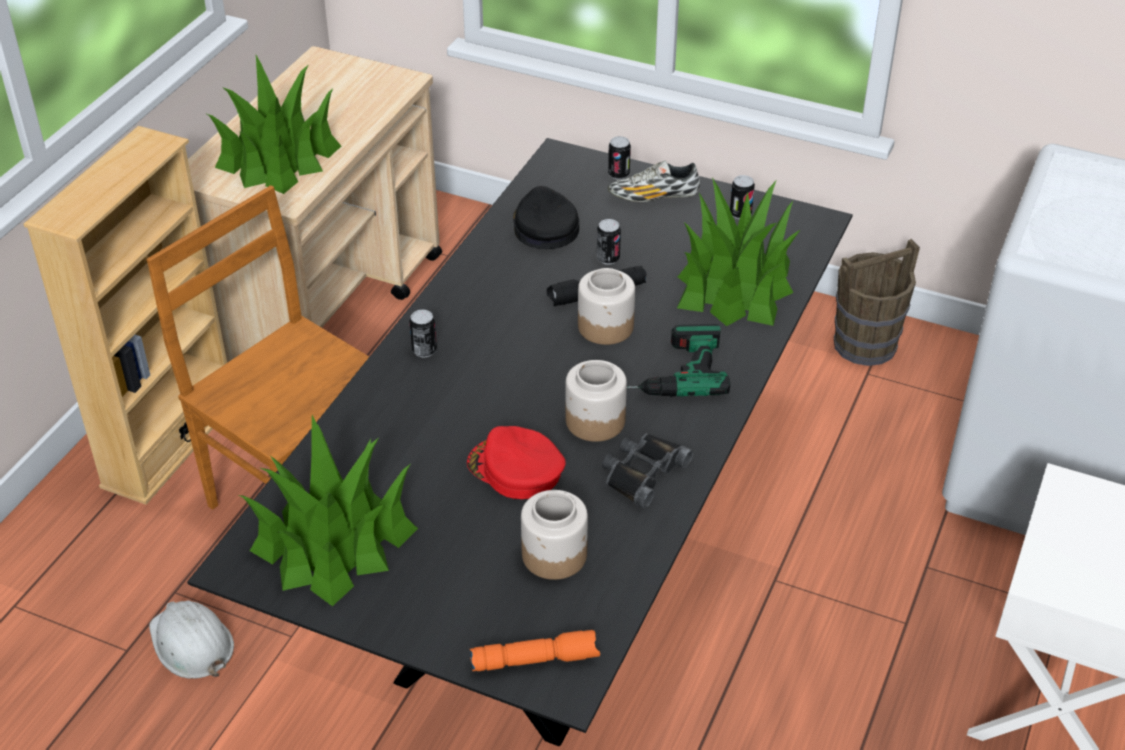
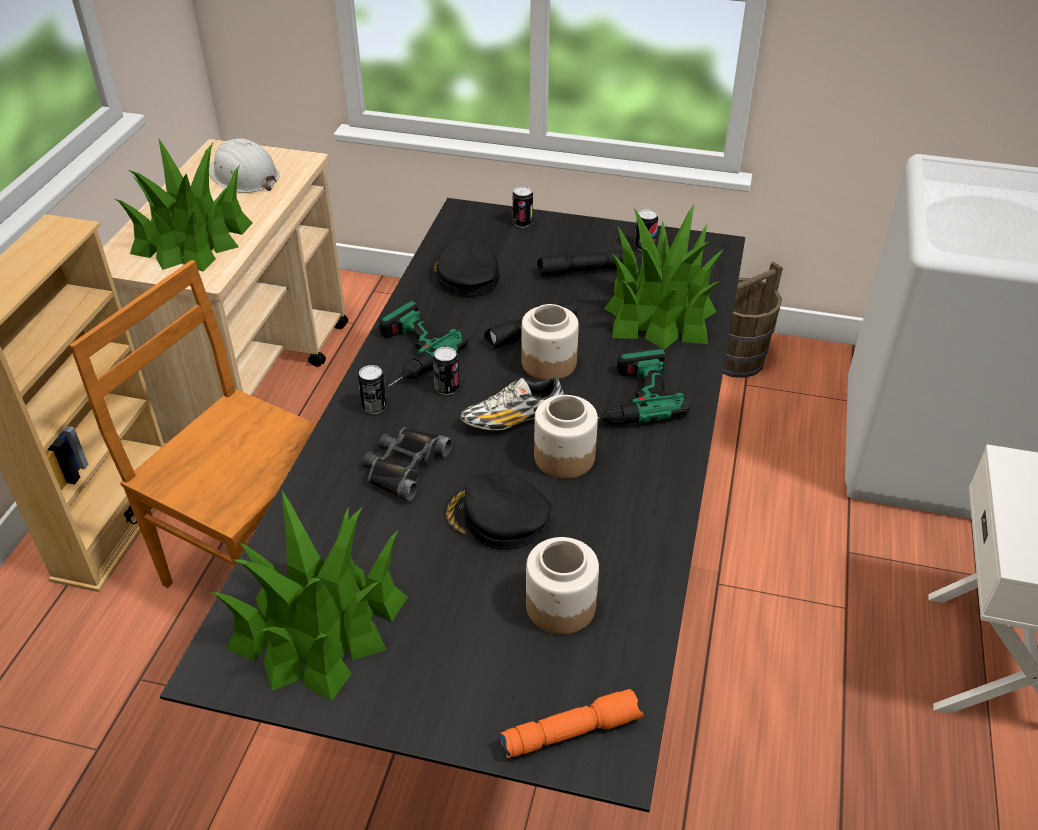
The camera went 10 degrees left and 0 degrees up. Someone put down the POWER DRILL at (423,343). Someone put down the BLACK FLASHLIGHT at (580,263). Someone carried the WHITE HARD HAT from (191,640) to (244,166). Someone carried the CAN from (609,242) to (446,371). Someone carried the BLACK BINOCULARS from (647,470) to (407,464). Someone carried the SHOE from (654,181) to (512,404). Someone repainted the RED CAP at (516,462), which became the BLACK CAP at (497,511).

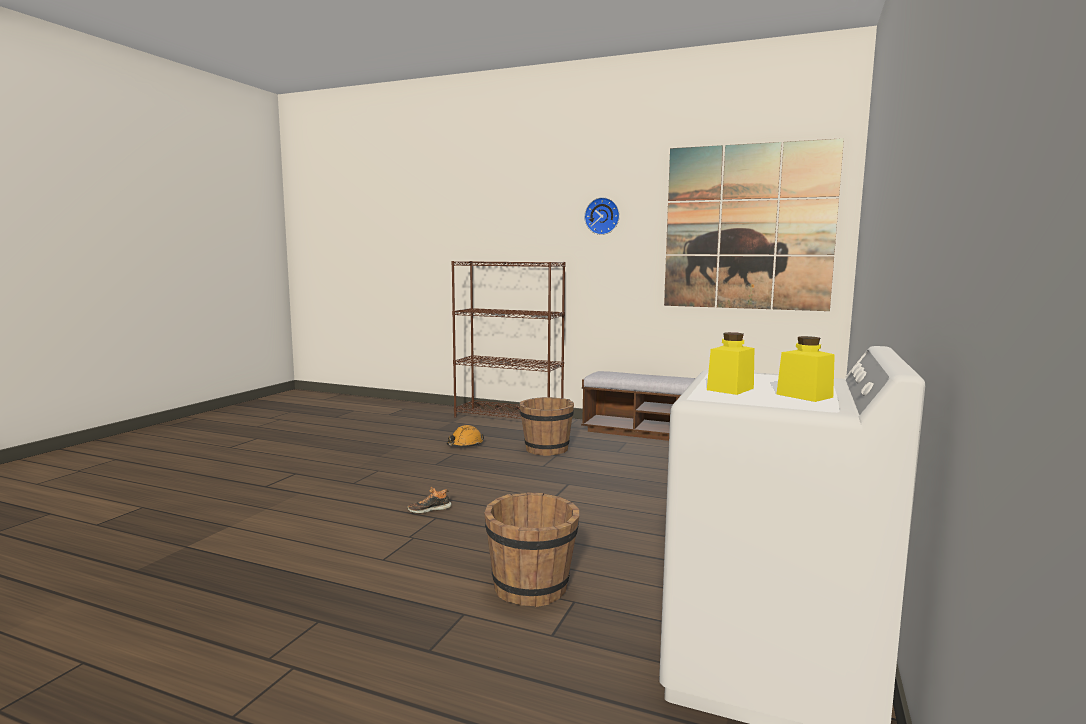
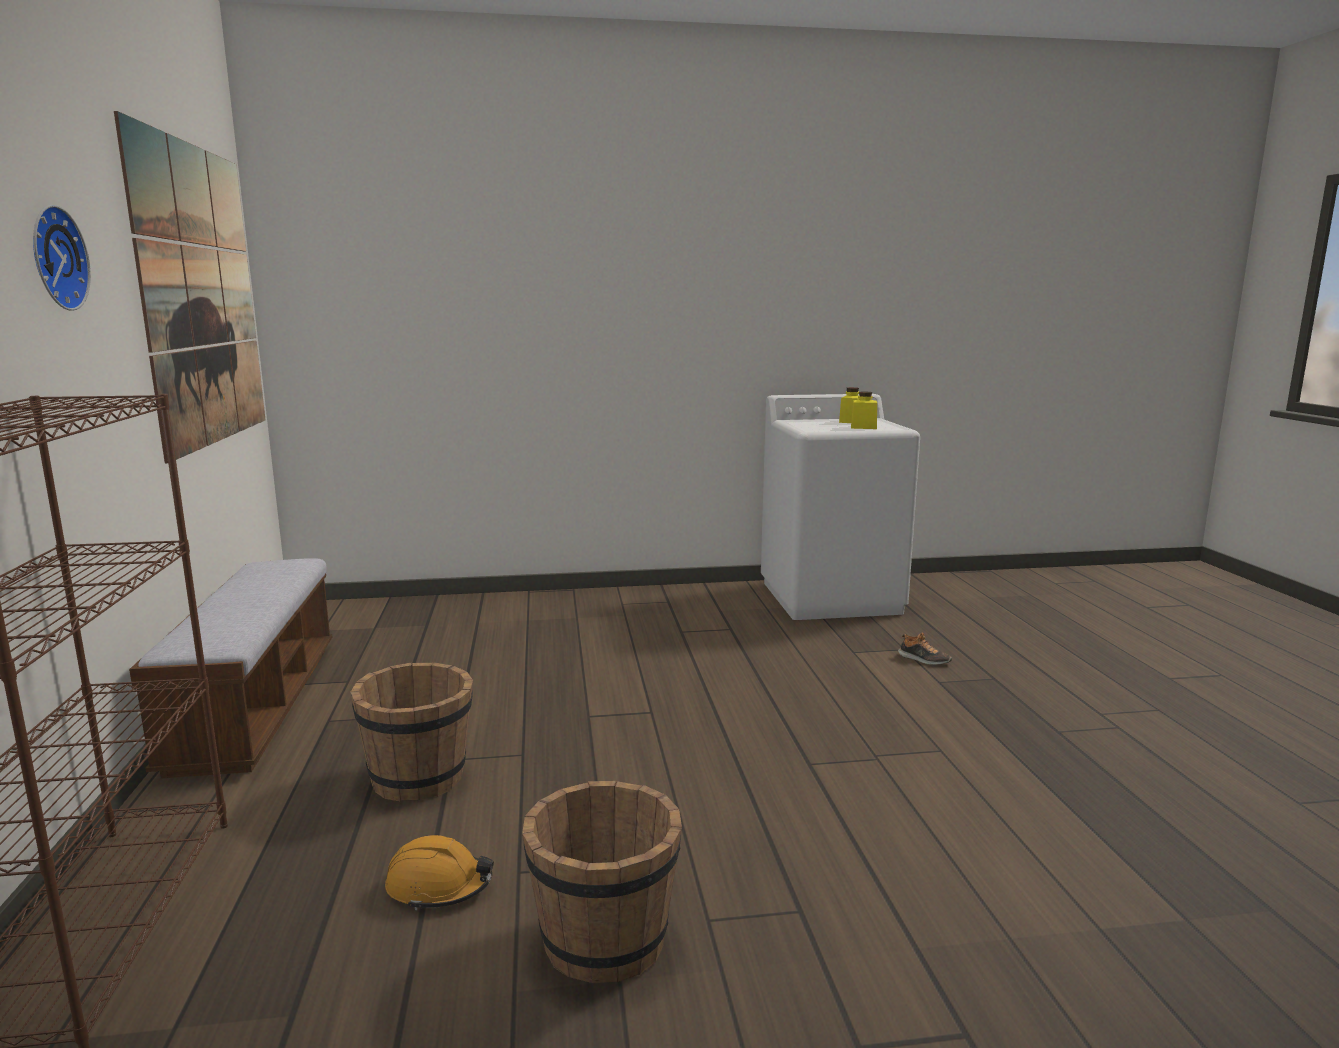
The camera went 120 degrees left and 5 degrees up. Someone carried the SHOE from (429,500) to (925,649). Someone carried the BROWN BUCKET from (531,549) to (602,882).

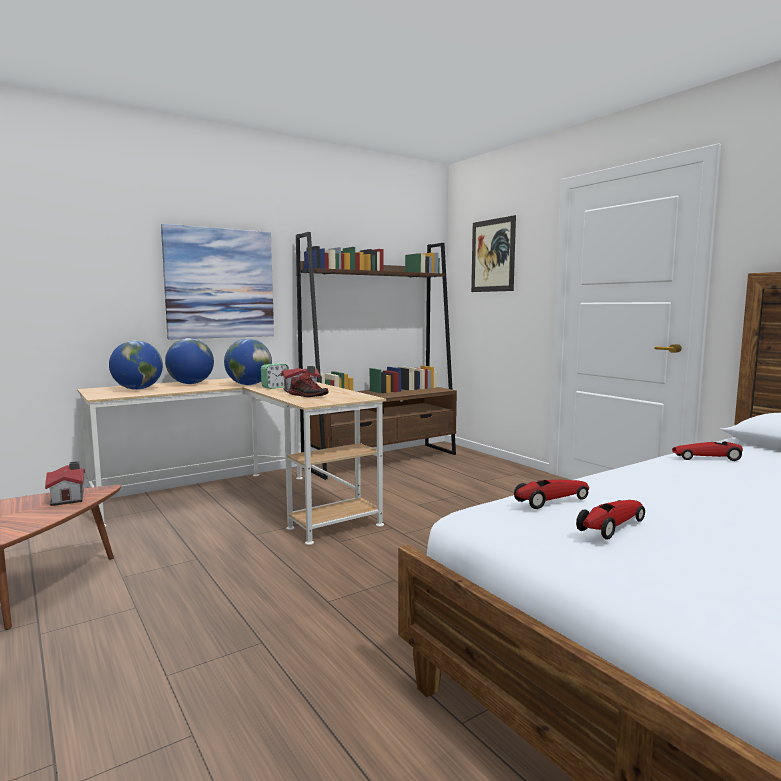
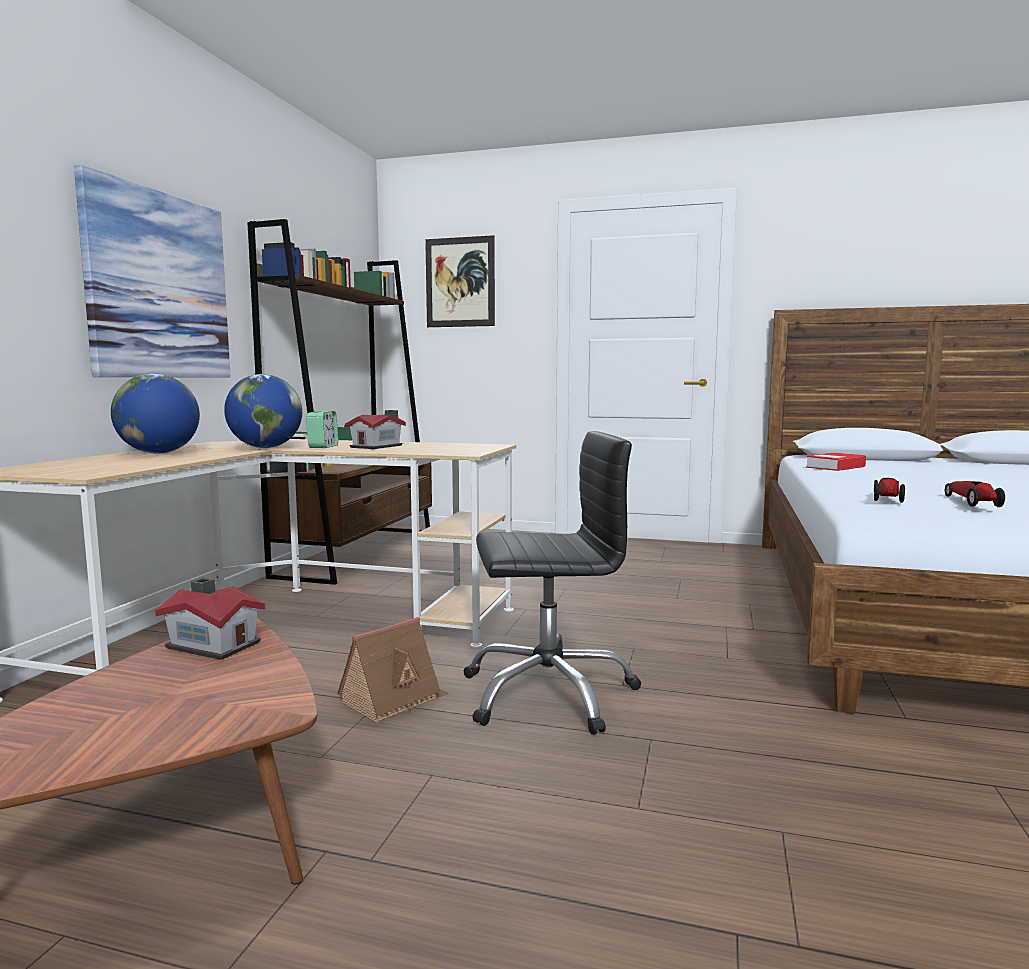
The camera went 40 degrees left and 0 degrees up. Someone took away the GLOBE at (136,365). Someone took away the SHOE at (308,385). Someone put down the TOY HOUSE at (393,670). Someone put down the BLACK OFFICE CHAIR at (553,583). Someone swapped the TOY CAR at (707,451) for the BOOK at (836,462).

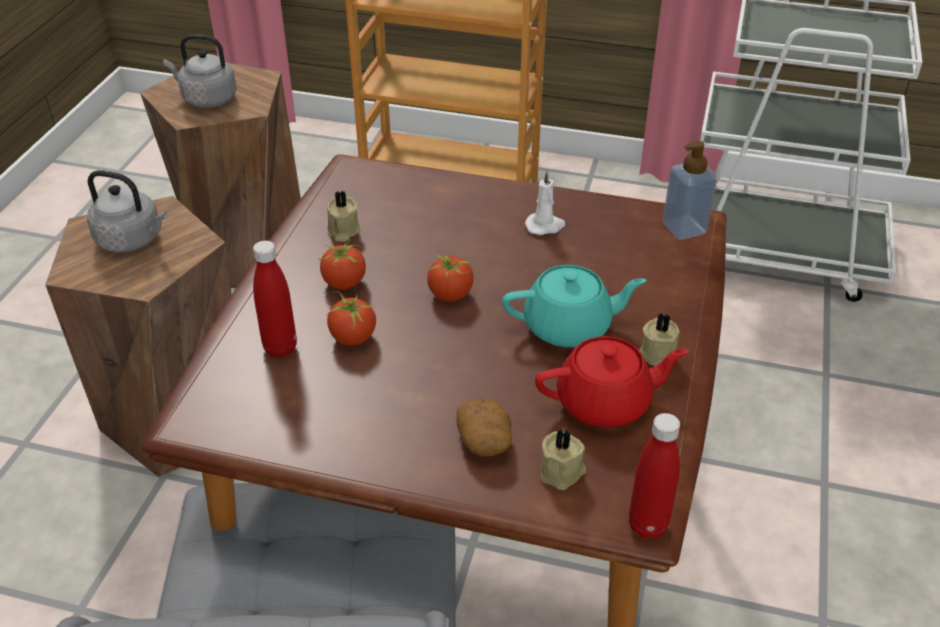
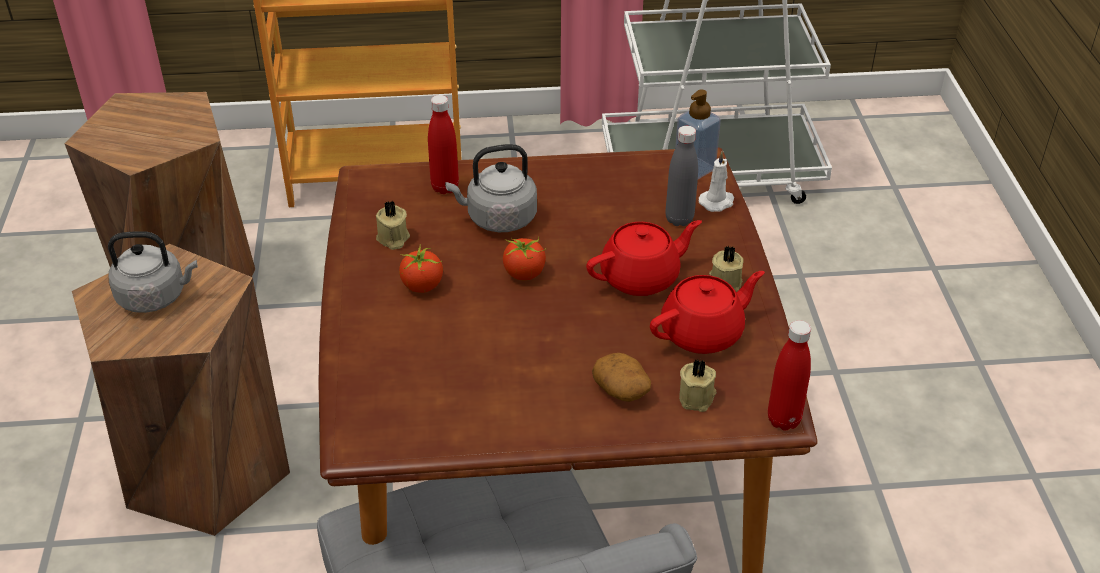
The camera went 20 degrees left and 0 degrees up. Someone took away the TOMATO at (351,317). Someone put down the GREY BOTTLE at (681,176). Someone carried the GREY KETTLE from (200,71) to (491,188). Someone carried the RED BOTTLE from (275,299) to (443,144). Someone carried the WHITE CANDLE from (545,202) to (716,181). Someone repainted the TURQUOISE TEAPOT at (574,306), which became the RED TEAPOT at (644,258).

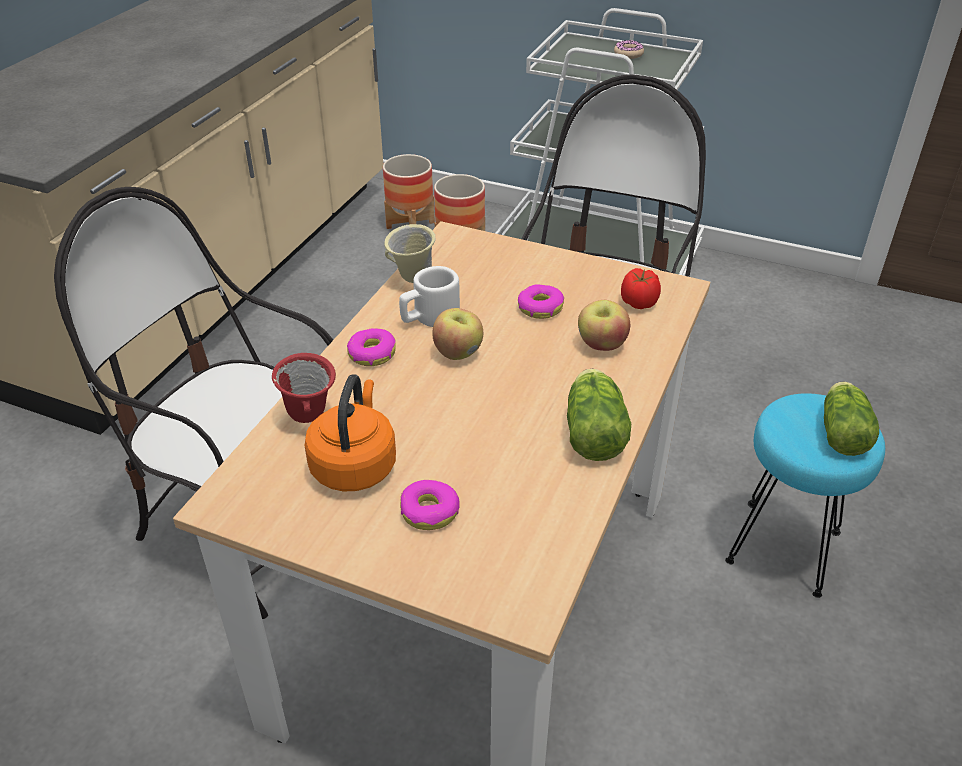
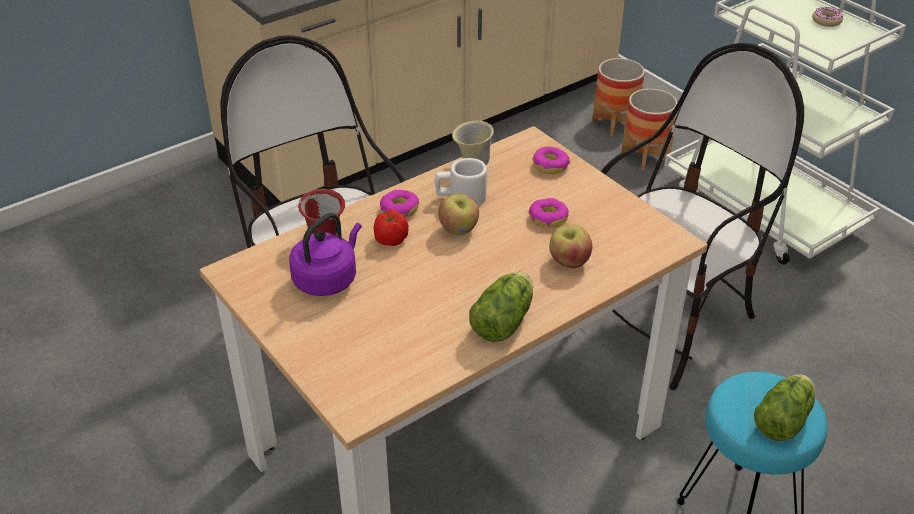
The camera went 30 degrees right and 0 degrees up. Someone carried the DONUT from (430,505) to (551,160). Someone carried the TOMATO from (641,288) to (391,228). Someone repainted the ORANGE KETTLE at (350,433), which became the PURPLE KETTLE at (325,254).

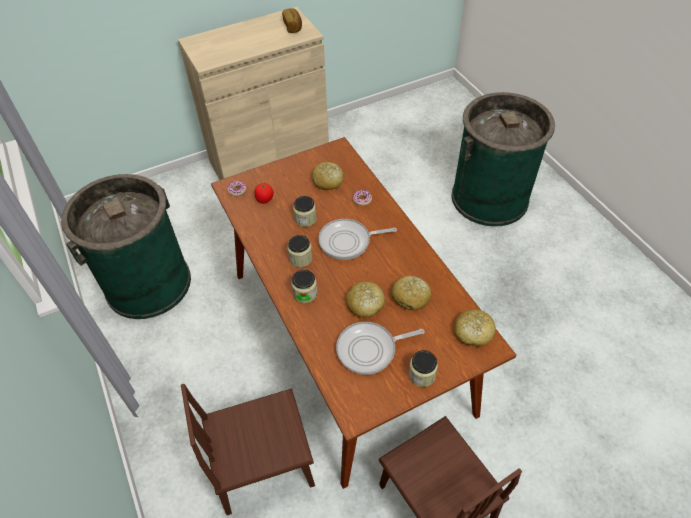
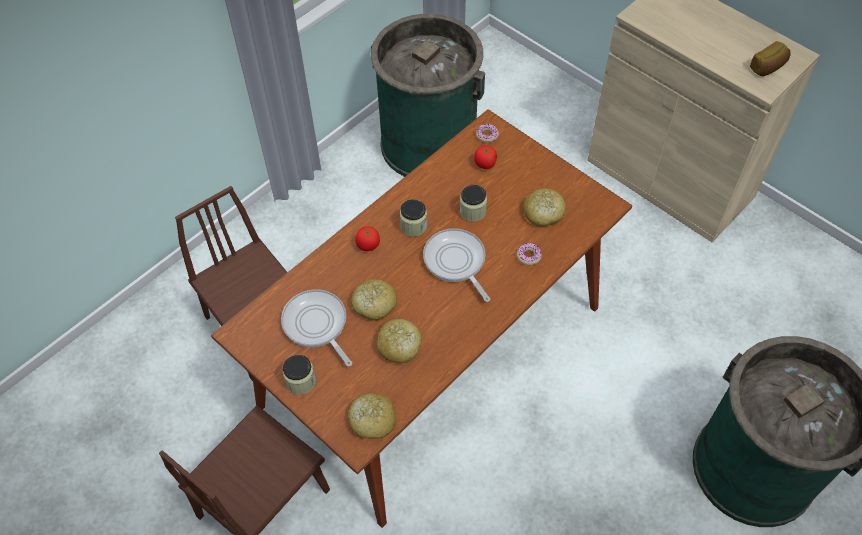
The camera went 70 degrees right and 5 degrees up. Someone swapped the JAR at (304,286) for the TOMATO at (367,238).

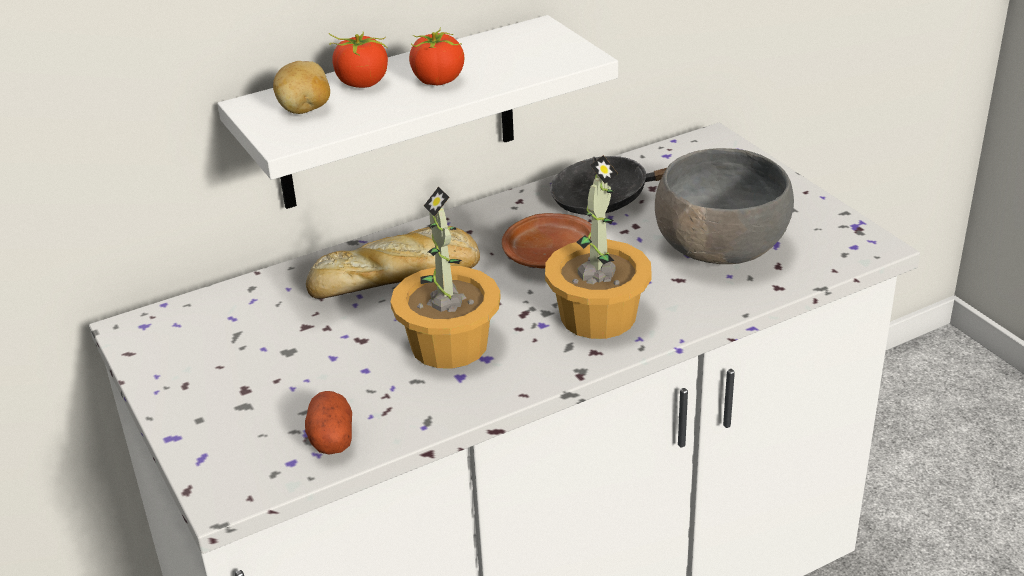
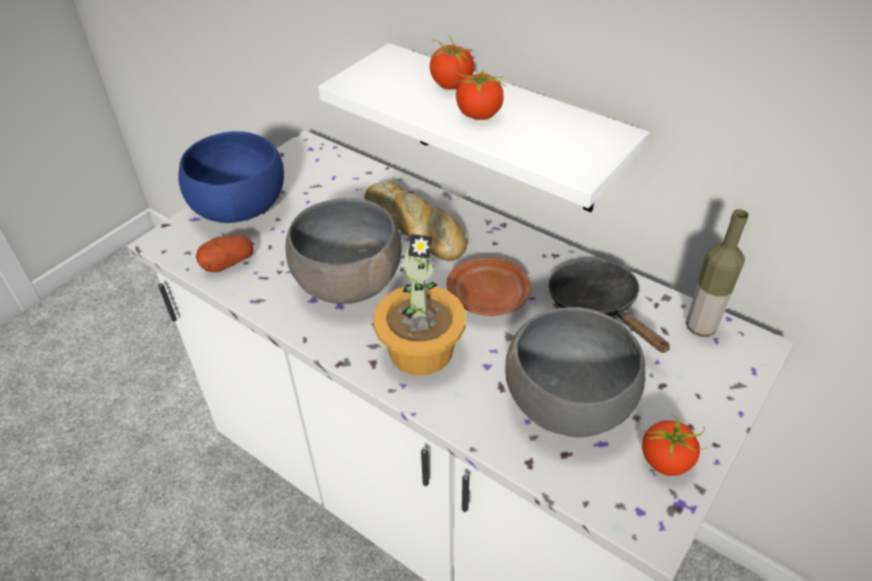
The camera went 65 degrees right and 10 degrees up. Someone took away the POTATO at (301,87). Someone put down the BLUE BOWL at (231,177). Someone put down the TOMATO at (674,445). Someone put down the BOTTLE at (717,273). Someone swapped the POTTED PLANT at (445,278) for the GREY BOWL at (343,251).

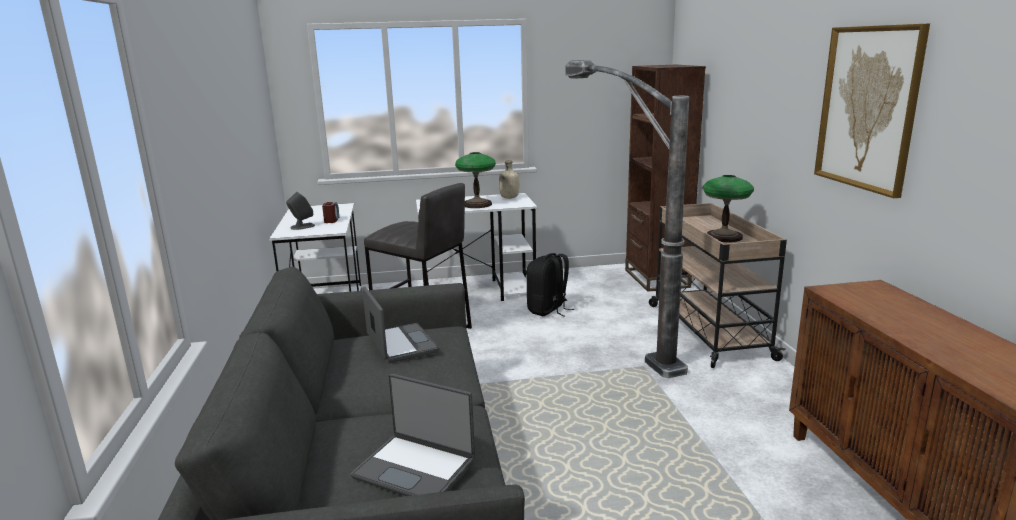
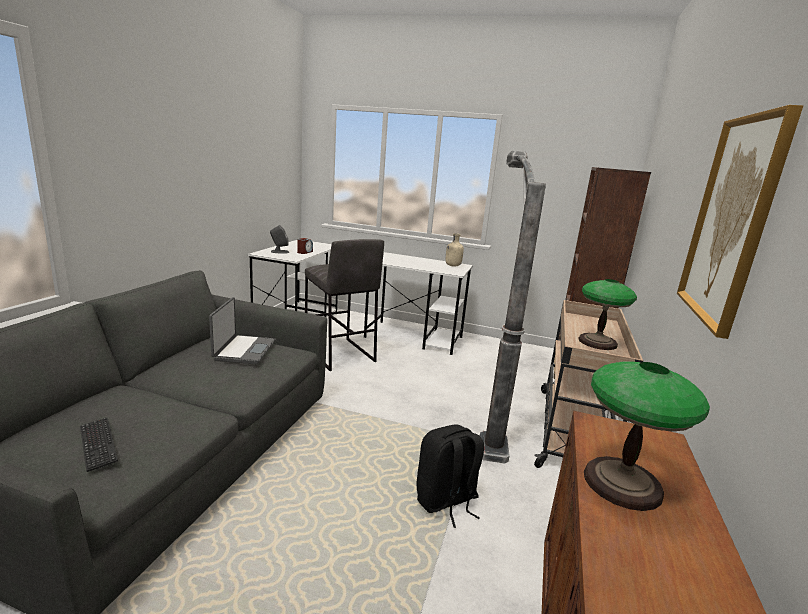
The camera went 25 degrees right and 0 degrees up. Someone carried the TABLE LAMP from (475,180) to (647,436). Someone carried the BLACK BACKPACK from (550,285) to (450,476). Someone swapped the LAPTOP at (413,435) for the KEYBOARD at (99,445).

